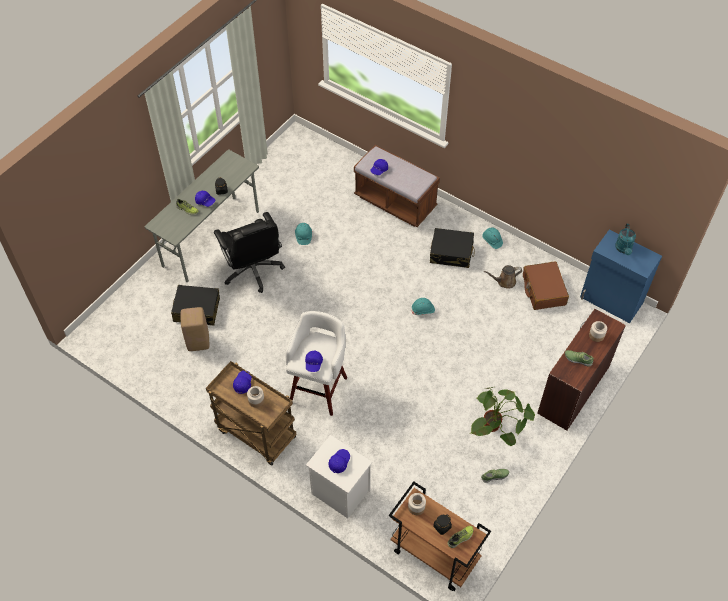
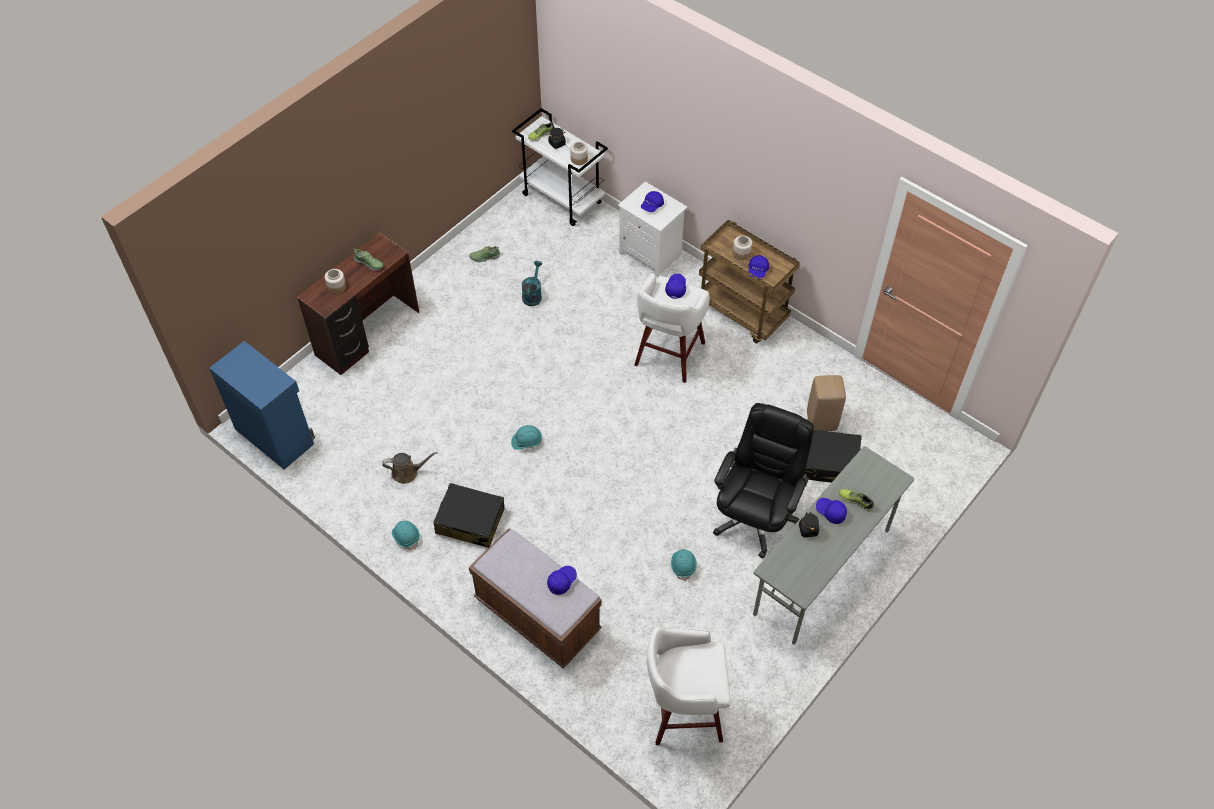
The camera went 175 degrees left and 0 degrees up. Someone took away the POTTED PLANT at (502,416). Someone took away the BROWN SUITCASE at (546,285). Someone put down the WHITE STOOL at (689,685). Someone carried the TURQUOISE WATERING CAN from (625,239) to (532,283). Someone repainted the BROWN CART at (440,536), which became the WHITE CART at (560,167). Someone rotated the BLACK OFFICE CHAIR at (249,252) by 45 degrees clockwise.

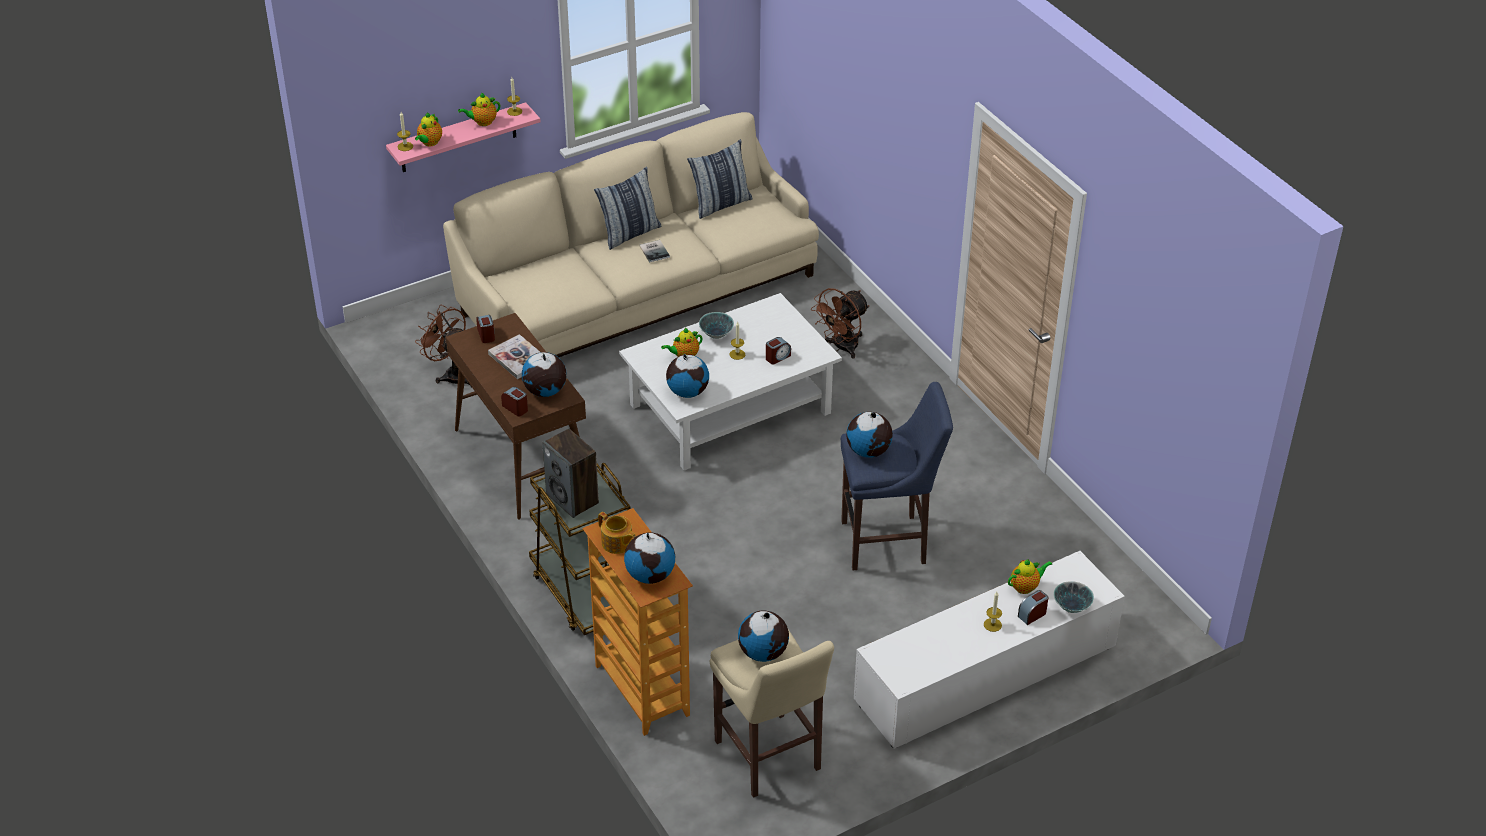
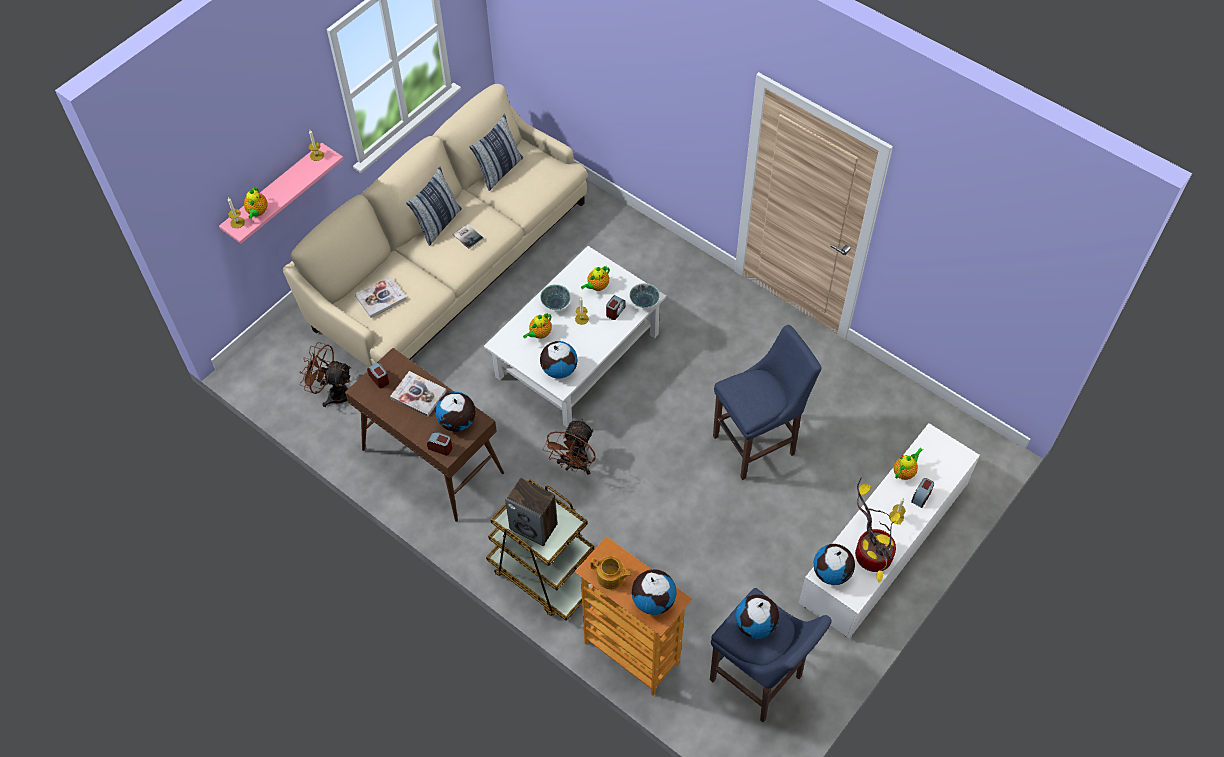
The camera went 20 degrees left and 15 degrees up. Someone put down the BOOK at (381,297). Someone put down the POTTED PLANT at (878,530). Someone carried the TEAPOT from (479,109) to (595,278). Someone carried the BROWN FAN from (840,323) to (569,447). Someone carried the GLOBE from (869,435) to (834,564). Someone carried the BOWL from (1073,597) to (644,295). Someone repainted the BEIGE STOOL at (772,713), which became the BLUE STOOL at (771,655).

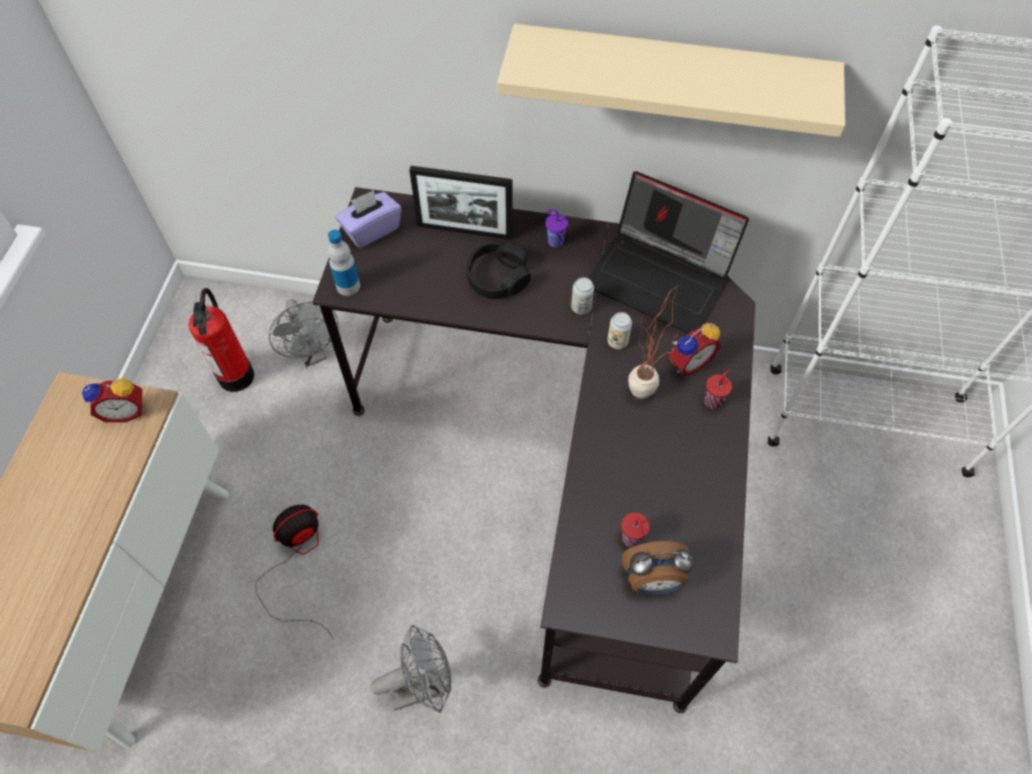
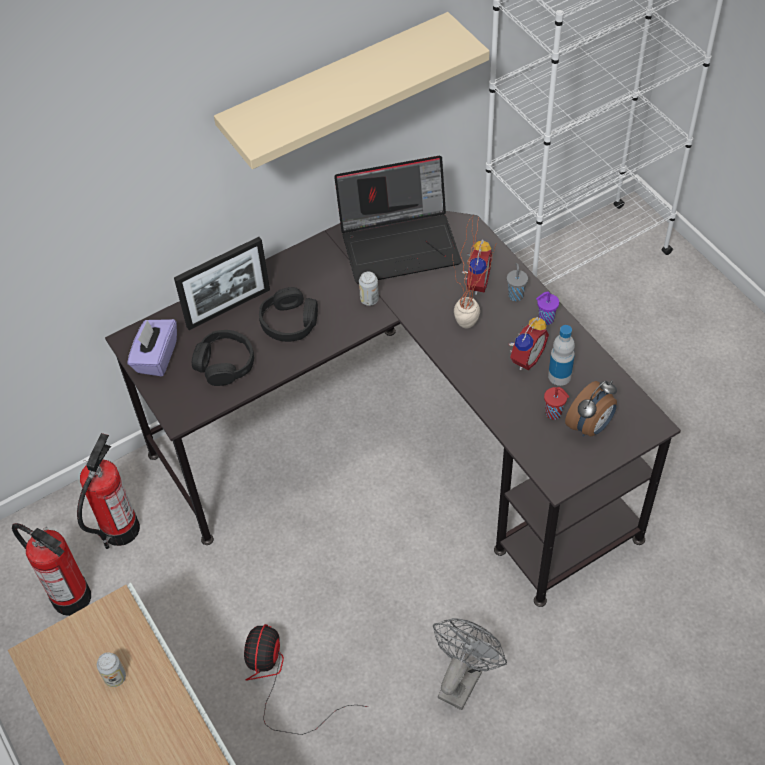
The camera went 40 degrees left and 5 degrees down. Someone put down the BLACK HEADPHONES at (223,358). Someone carried the ALARM CLOCK from (113,400) to (529,343). Someone carried the BOTTLE from (344,263) to (561,355). Someone carried the PURPLE CUP from (556,228) to (547,308). Someone carried the CAN from (619,330) to (111,669). Someone swapped the GREY FAN at (303,333) for the FIRE EXTINGUISHER at (108,491). Someone repainted the RED CUP at (718,389), which became the GREY CUP at (517,282).

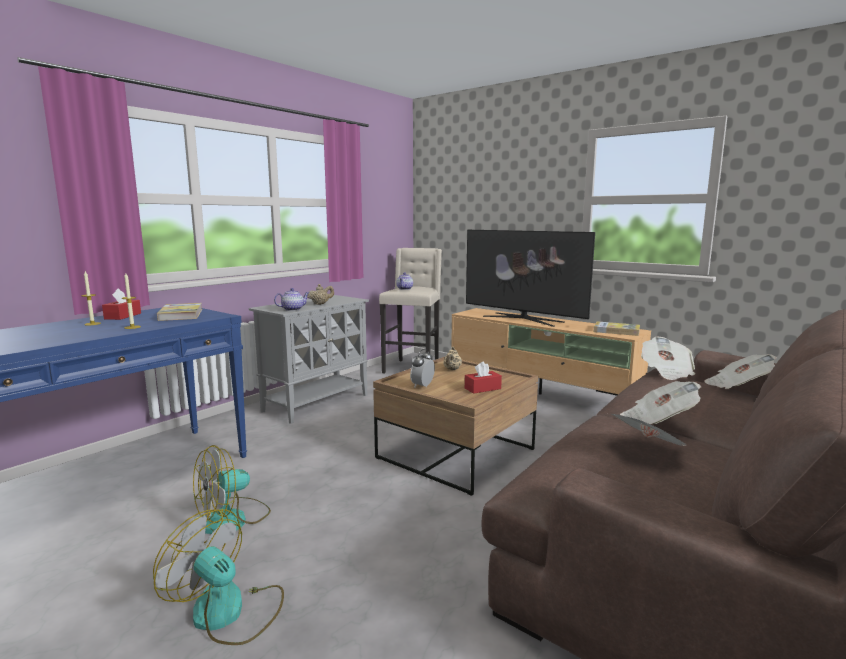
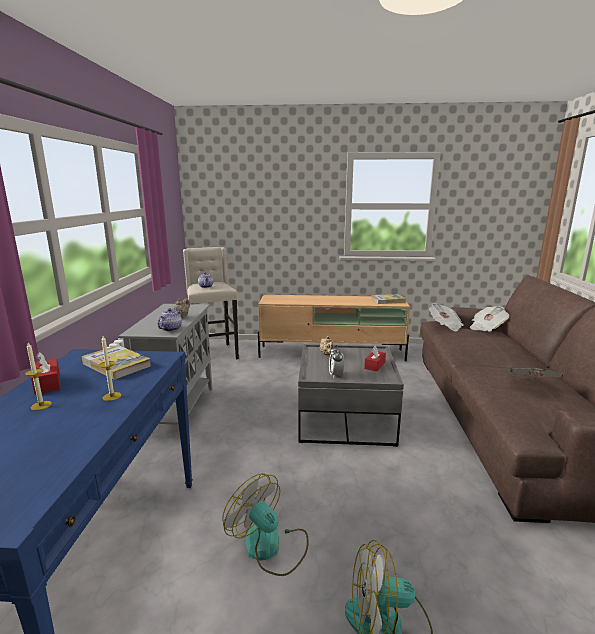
The camera went 35 degrees left and 5 degrees up. Someone took away the TELEVISION at (530,278). Someone took away the NEWSPAPER at (660,402). Someone repainted the BROWN COFFEE TABLE at (455,426), which became the GREY COFFEE TABLE at (351,395). Someone rotated the FAN at (232,489) by 120 degrees clockwise.

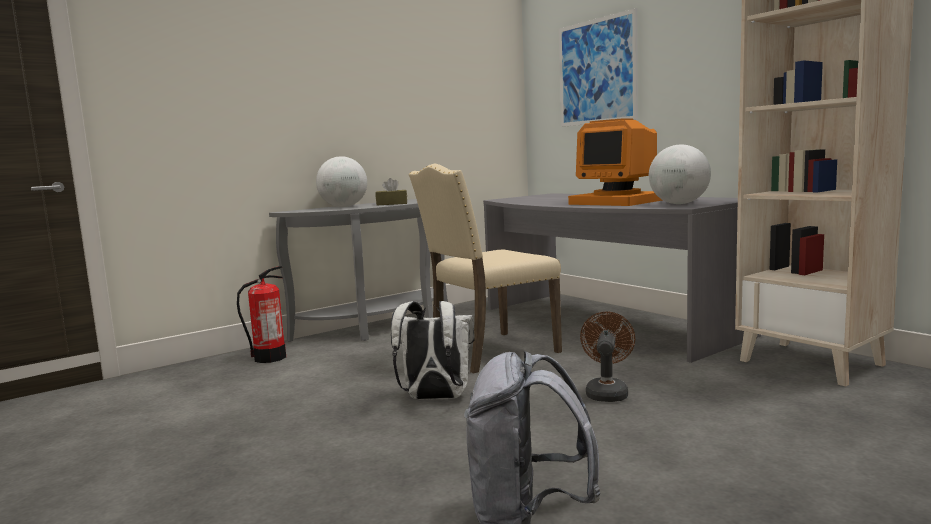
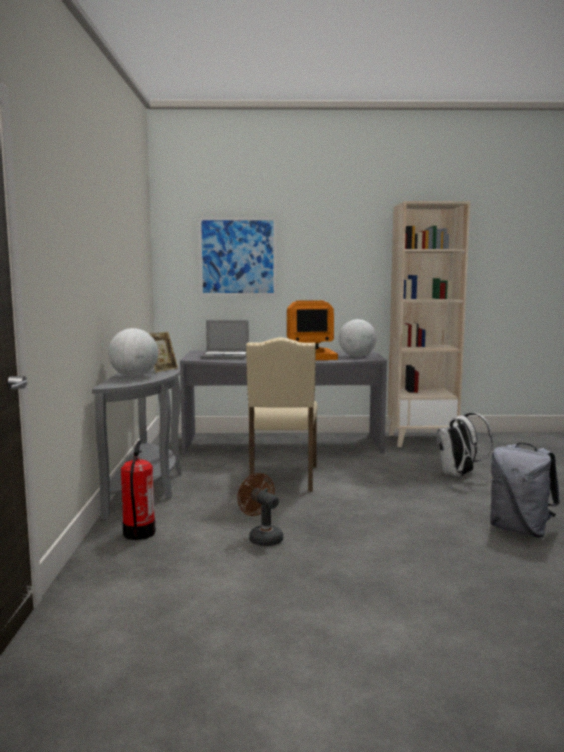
The camera went 55 degrees left and 0 degrees up. Someone put down the LAPTOP at (224,339). Someone carried the WHITE BACKPACK from (433,350) to (465,445). Someone carried the BROWN FAN from (607,356) to (260,509). Someone swapped the BROWN TISSUE BOX at (391,191) for the PICTURE FRAME at (163,352).

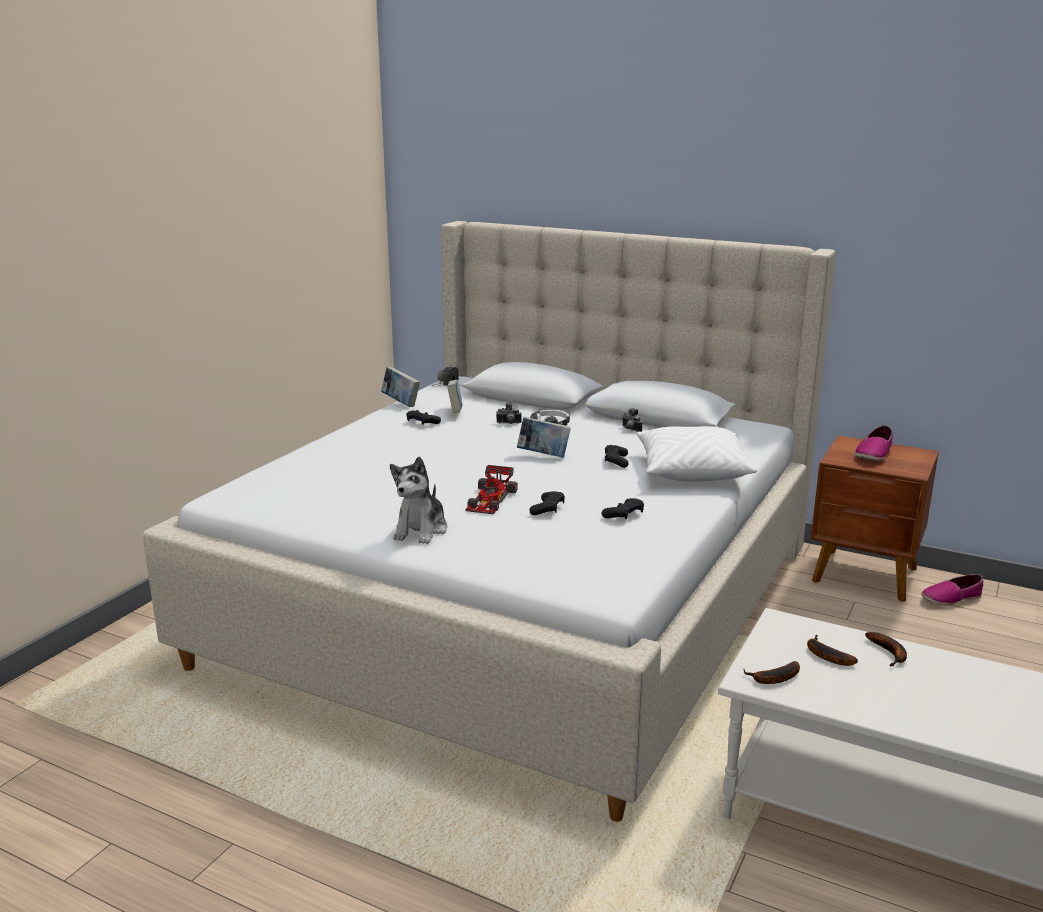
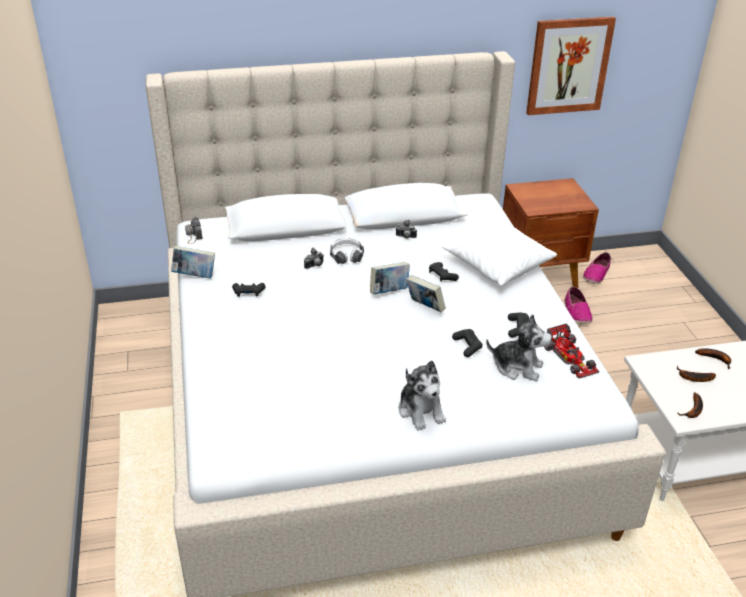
The camera went 40 degrees left and 15 degrees up. Someone put down the PLUSH TOY at (519,347). Someone put up the PICTURE at (571,65). Someone carried the BOOK from (454,396) to (426,293). Someone carried the TOY CAR from (491,489) to (571,351). Someone carried the SHOE from (873,443) to (578,305).

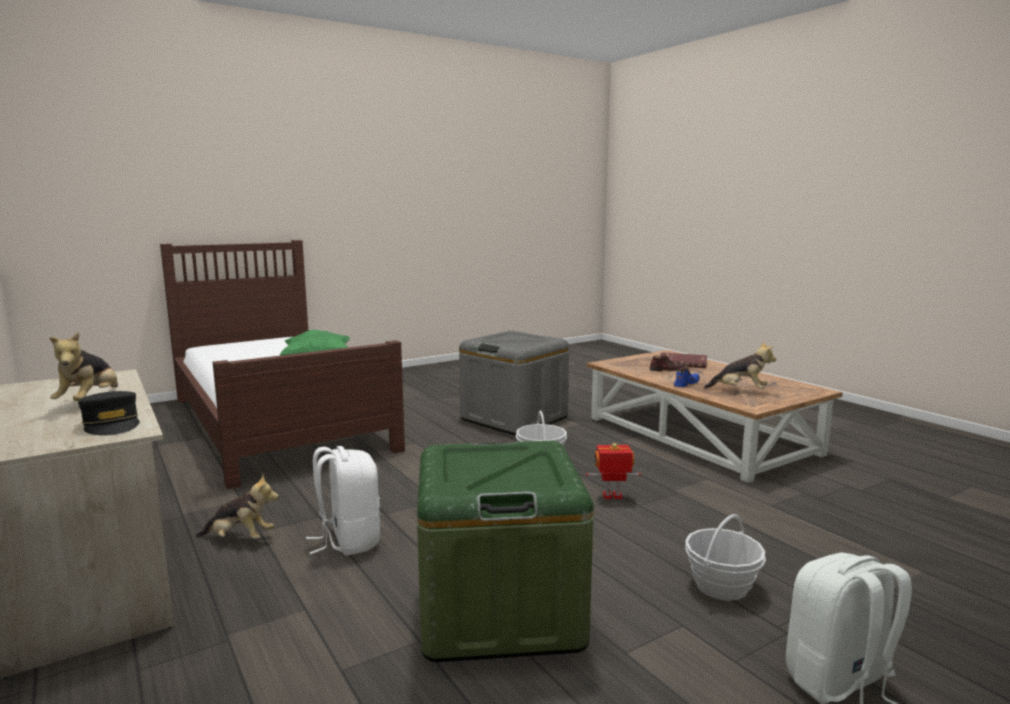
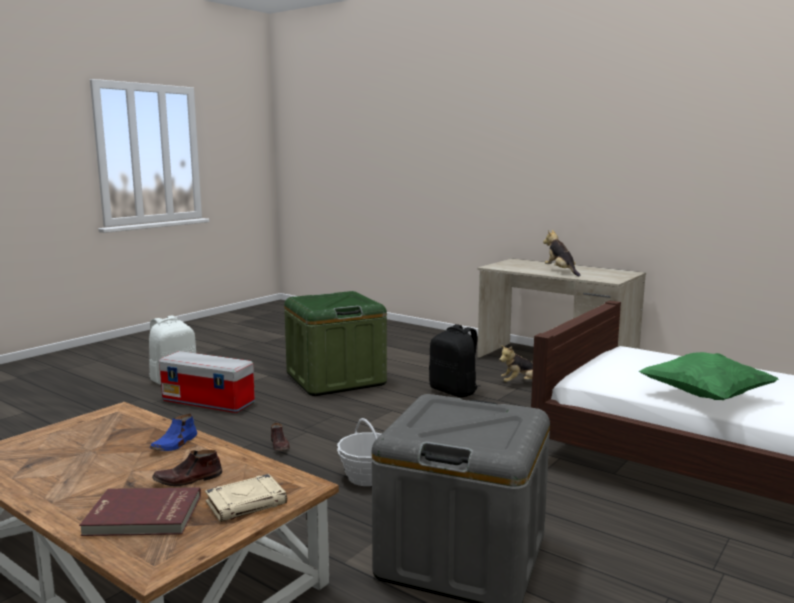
The camera went 160 degrees right and 0 degrees up. Someone took away the BLACK CAP at (109,413). Someone took away the PLUSH TOY at (740,365). Someone put down the BEIGE BOOK at (246,498). Someone swapped the TOY ROBOT at (613,471) for the BROWN SHOE at (280,437). Someone swapped the BASKET at (725,557) for the STORAGE BOX at (207,382). Someone repainted the WHITE BACKPACK at (343,501), which became the BLACK BACKPACK at (454,361).

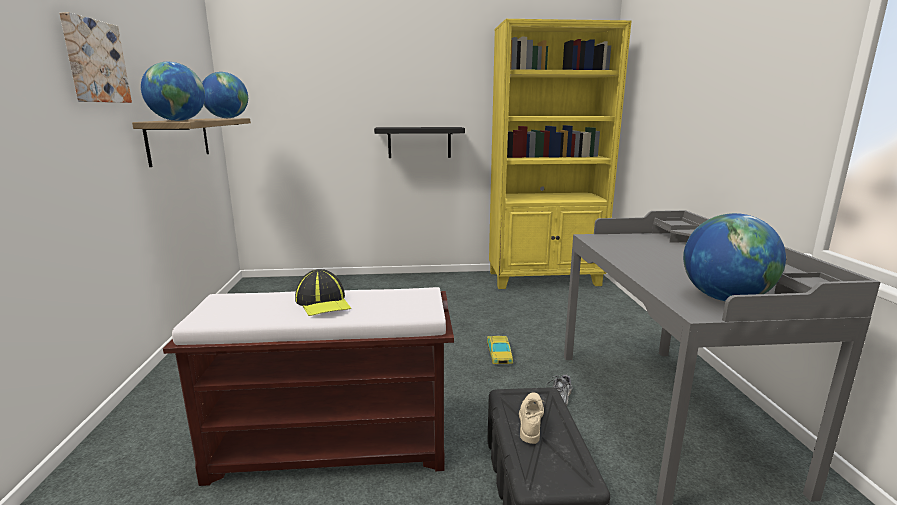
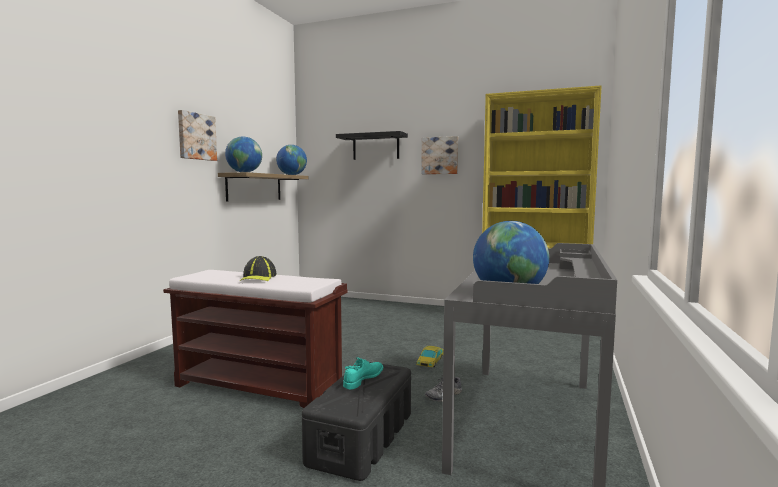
The camera went 25 degrees right and 10 degrees down. Someone put up the PICTURE at (439,155). Someone carried the BLACK SHELF from (419,142) to (372,145). Someone repainted the BEIGE SHOE at (531,418), which became the TURQUOISE SHOE at (363,373).

